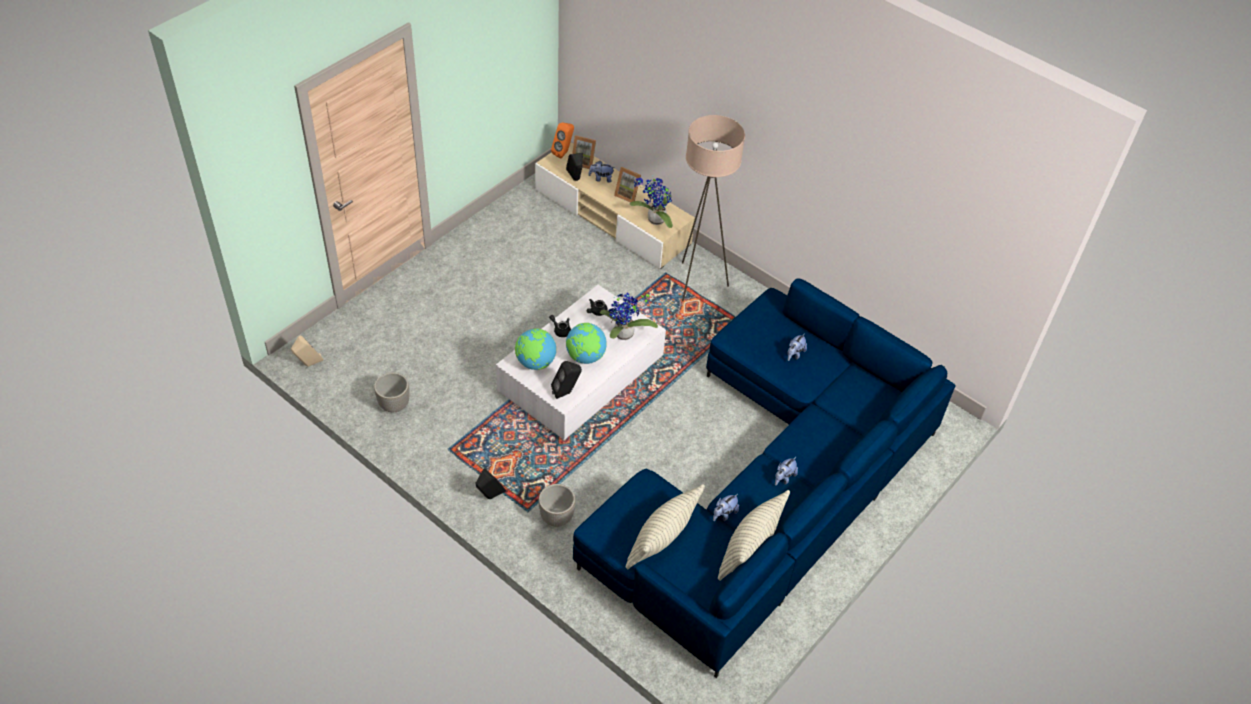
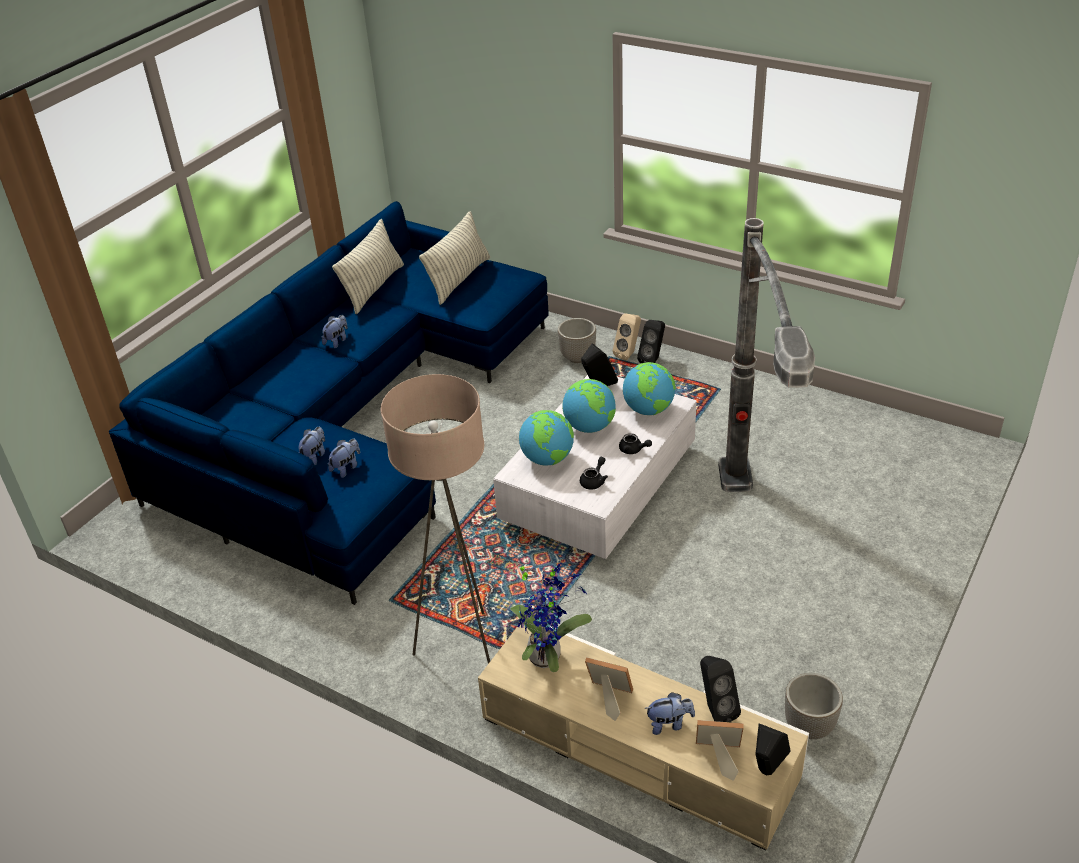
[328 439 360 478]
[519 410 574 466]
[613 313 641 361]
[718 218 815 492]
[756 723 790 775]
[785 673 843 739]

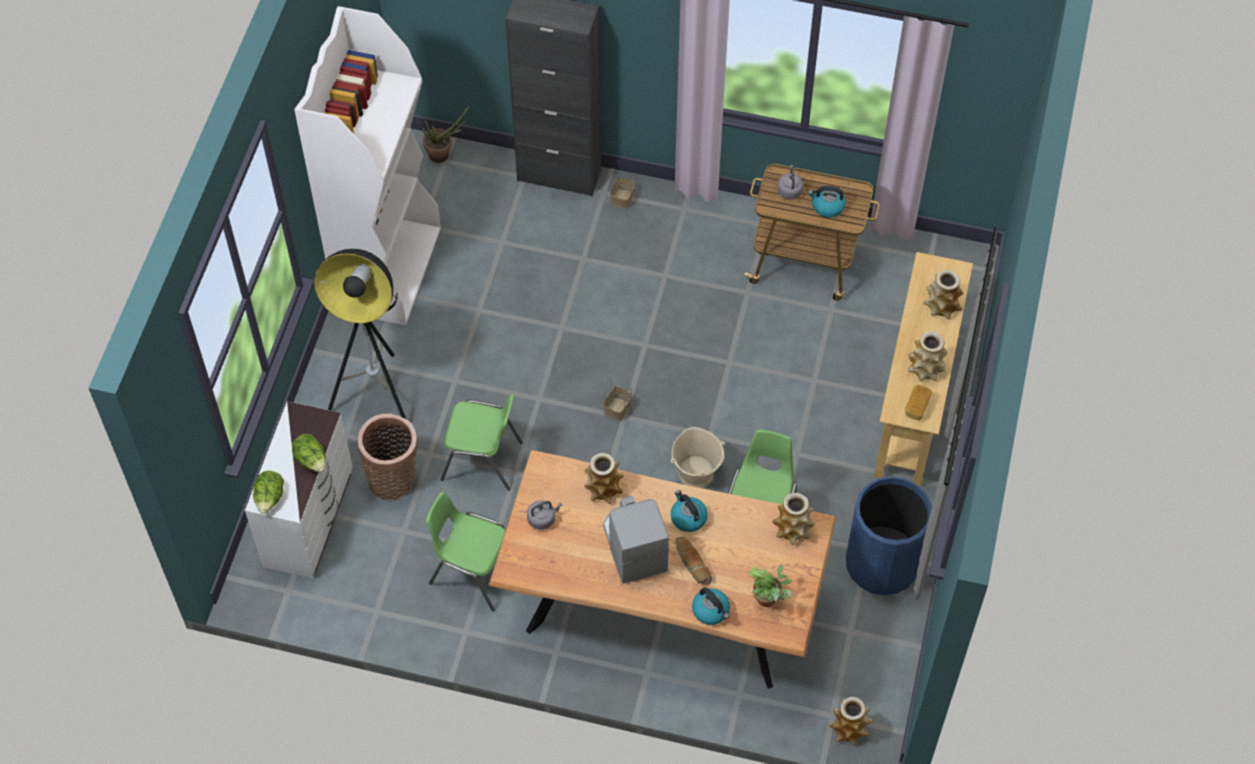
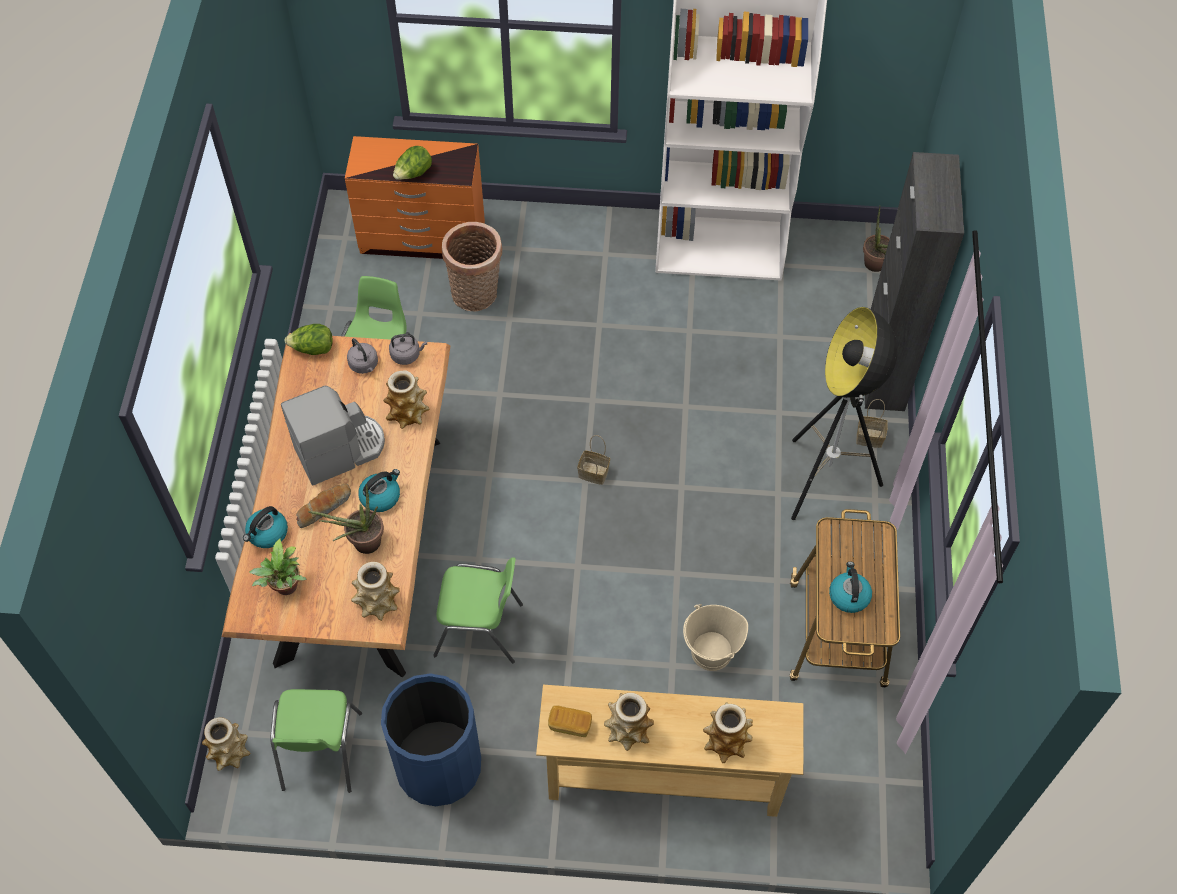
[270 689 362 793]
[284 324 333 355]
[308 484 384 554]
[345 136 485 259]
[389 334 427 365]
[683 604 748 671]
[791 307 898 520]

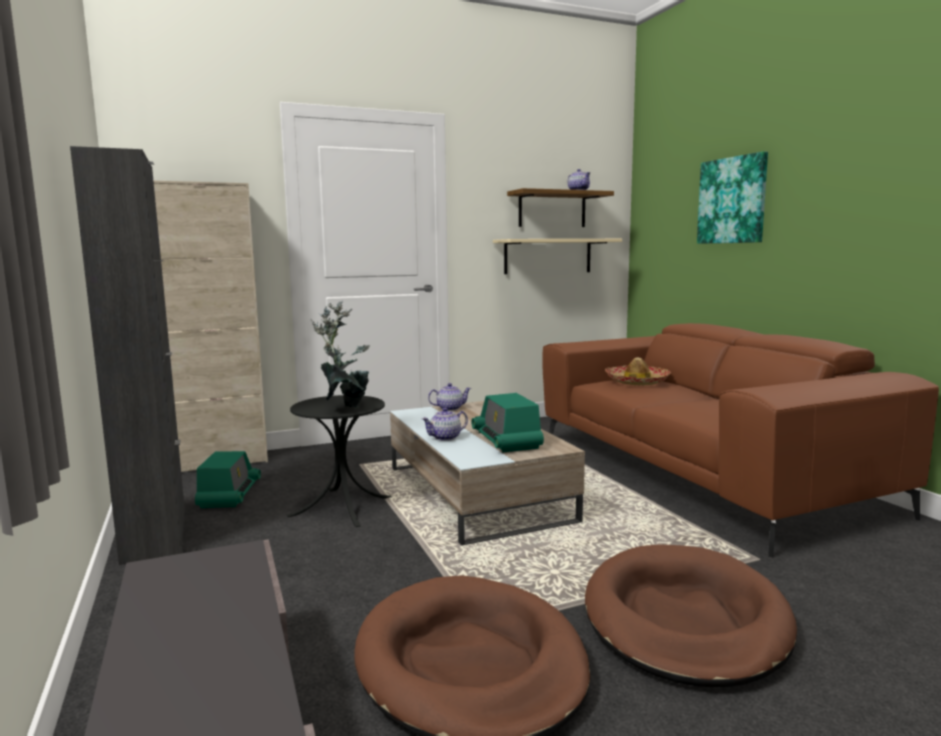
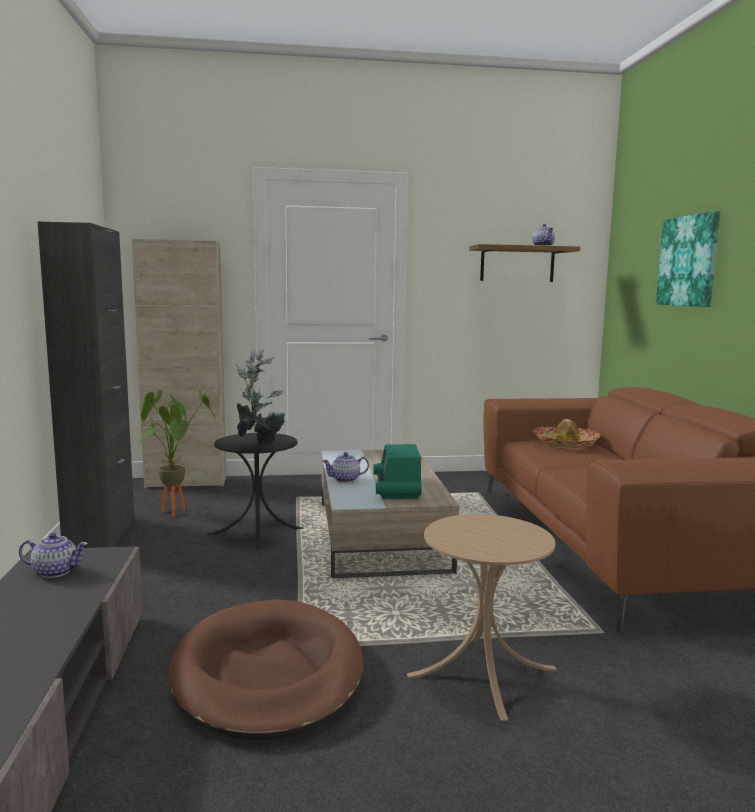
[19 533 88 578]
[137 390 215 517]
[407 514 557 721]
[493 239 622 274] (first image)

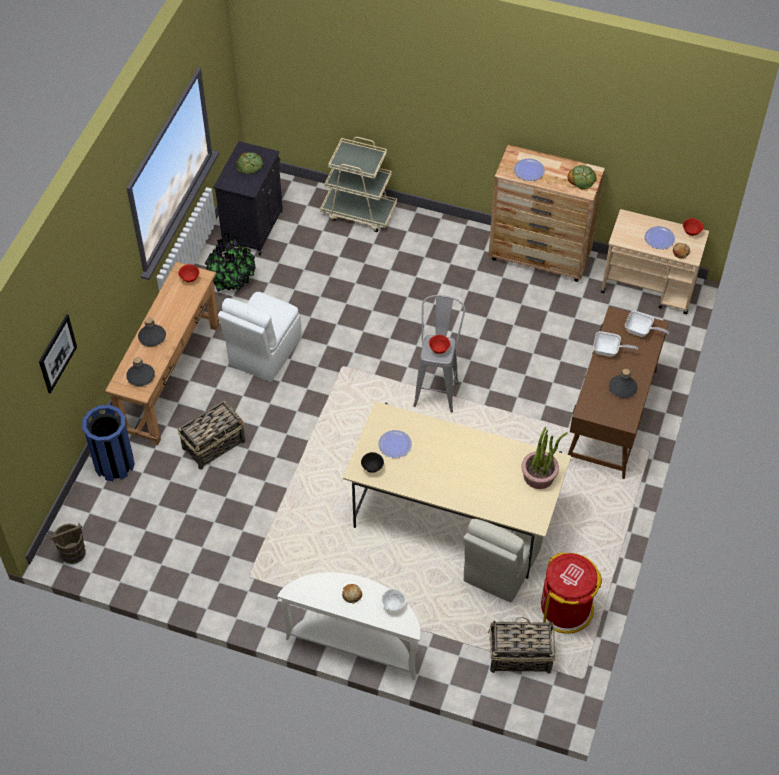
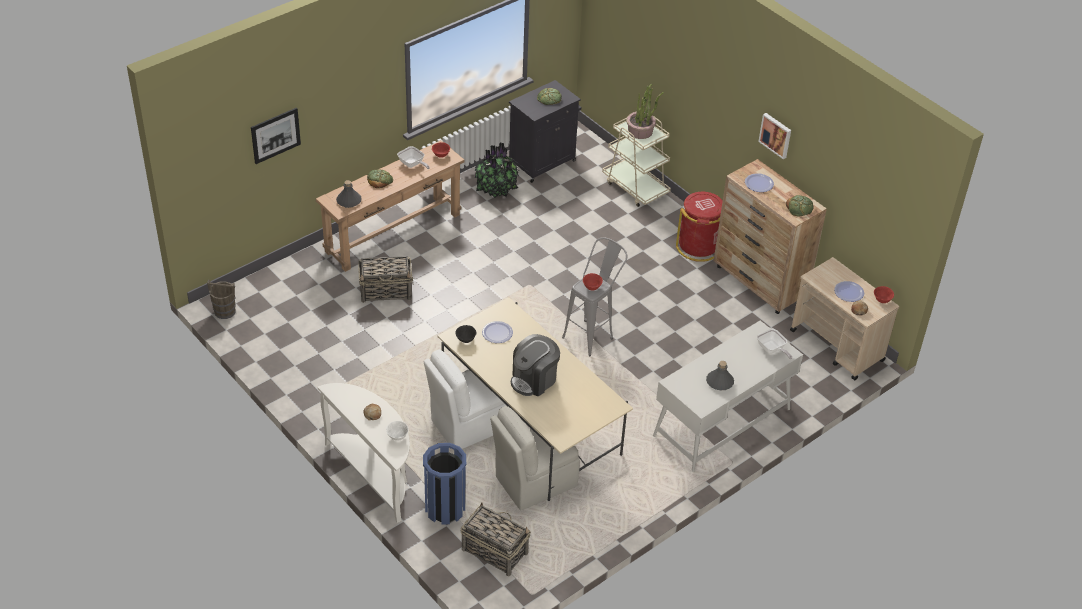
[367 169 393 188]
[397 146 430 169]
[423 443 466 525]
[424 350 507 450]
[511 334 560 396]
[626 84 664 139]
[653 321 803 472]
[676 192 723 262]
[758 113 791 159]

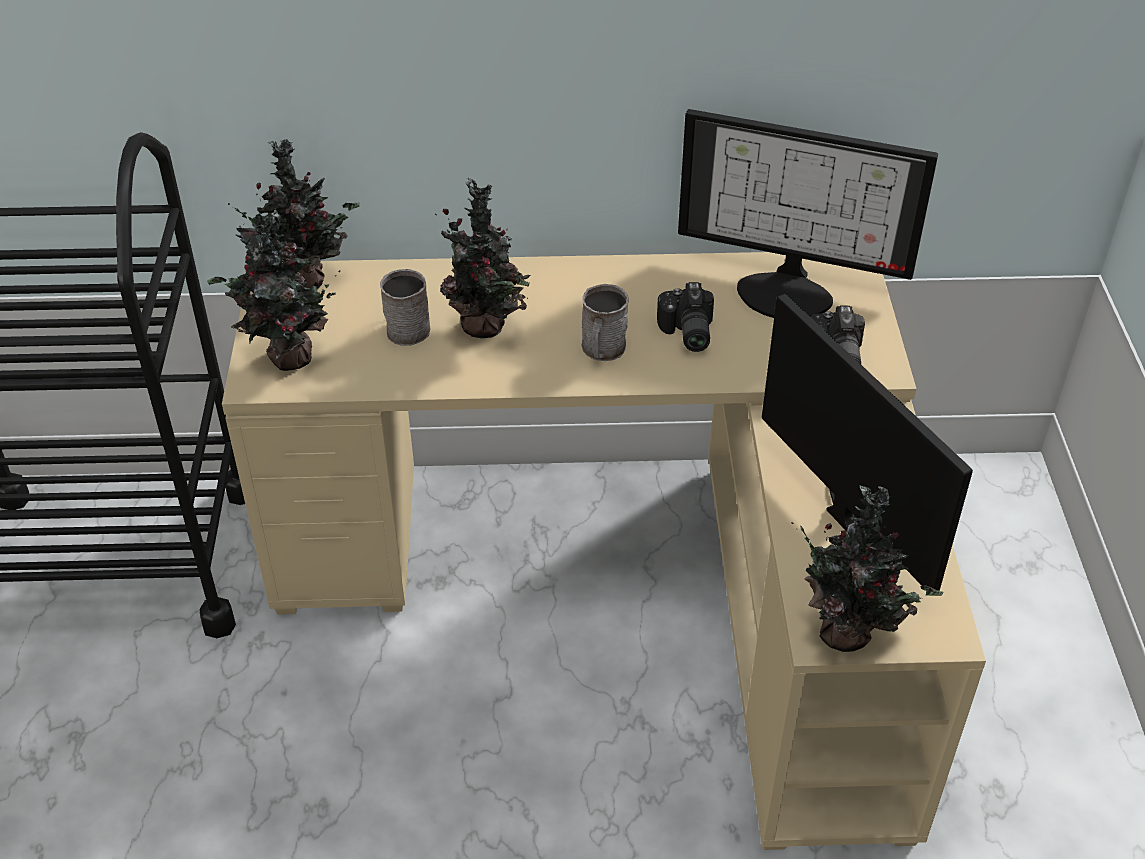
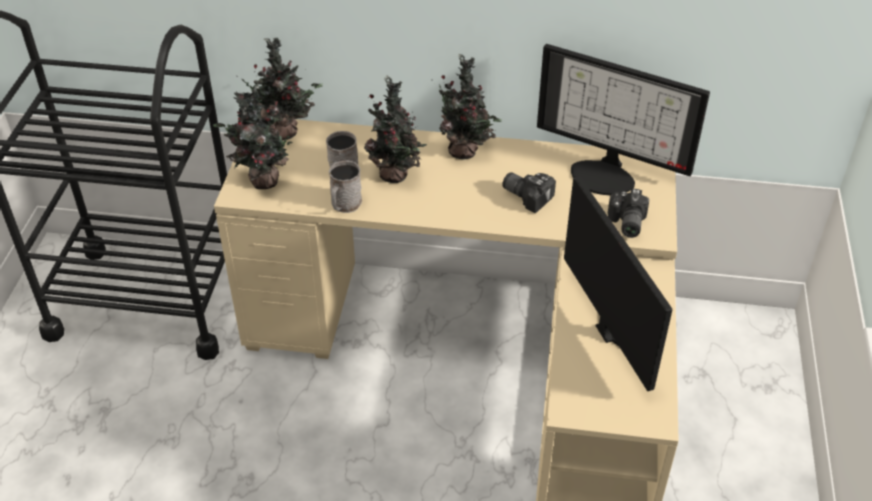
[329 161 362 213]
[439 54 502 160]
[502 172 556 213]

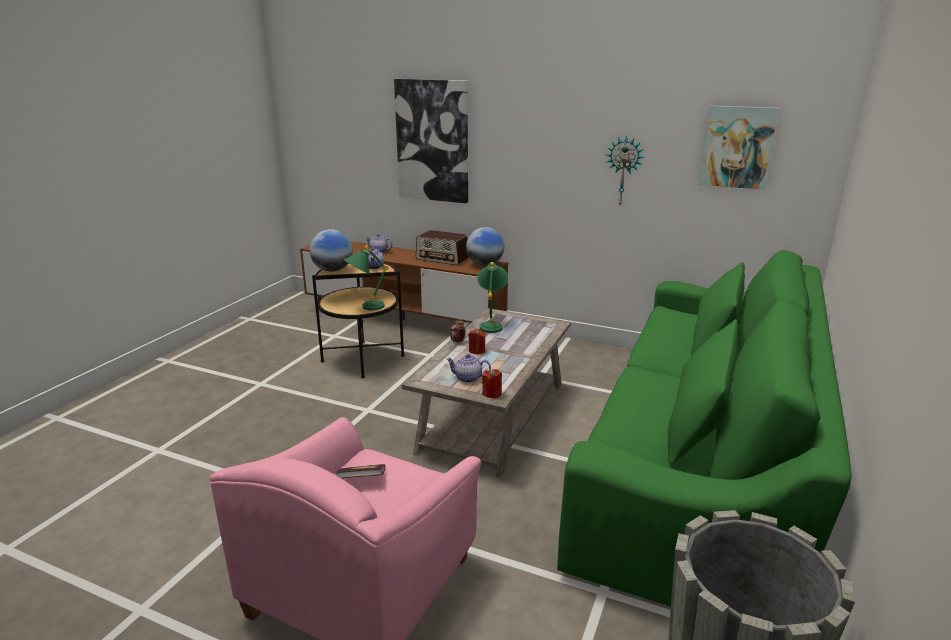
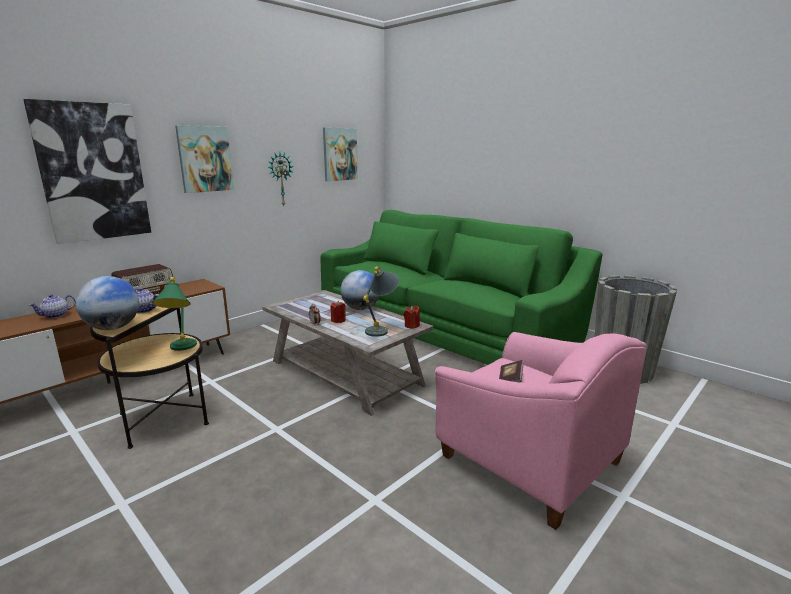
[175 125 234 193]
[340 270 379 310]
[363 267 399 337]
[477 262 508 333] (first image)

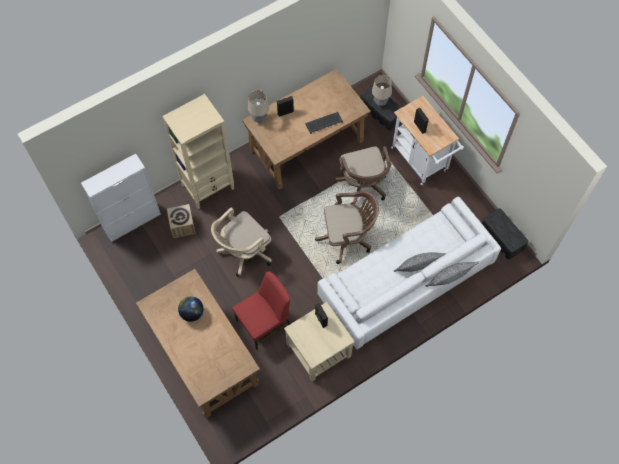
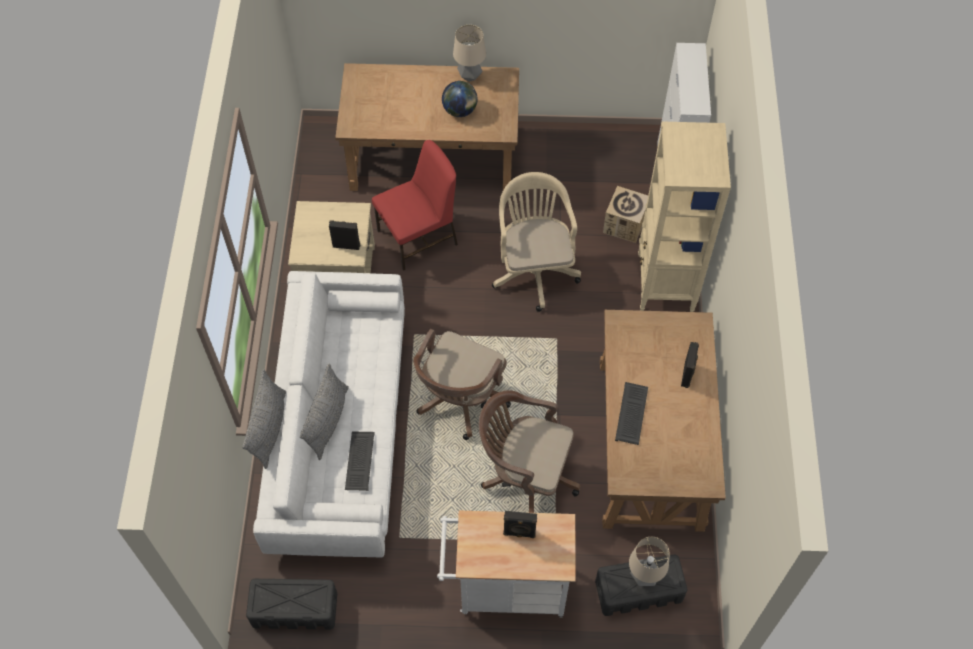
[345 432 375 491]
[372 140 458 271]
[453 25 486 82]

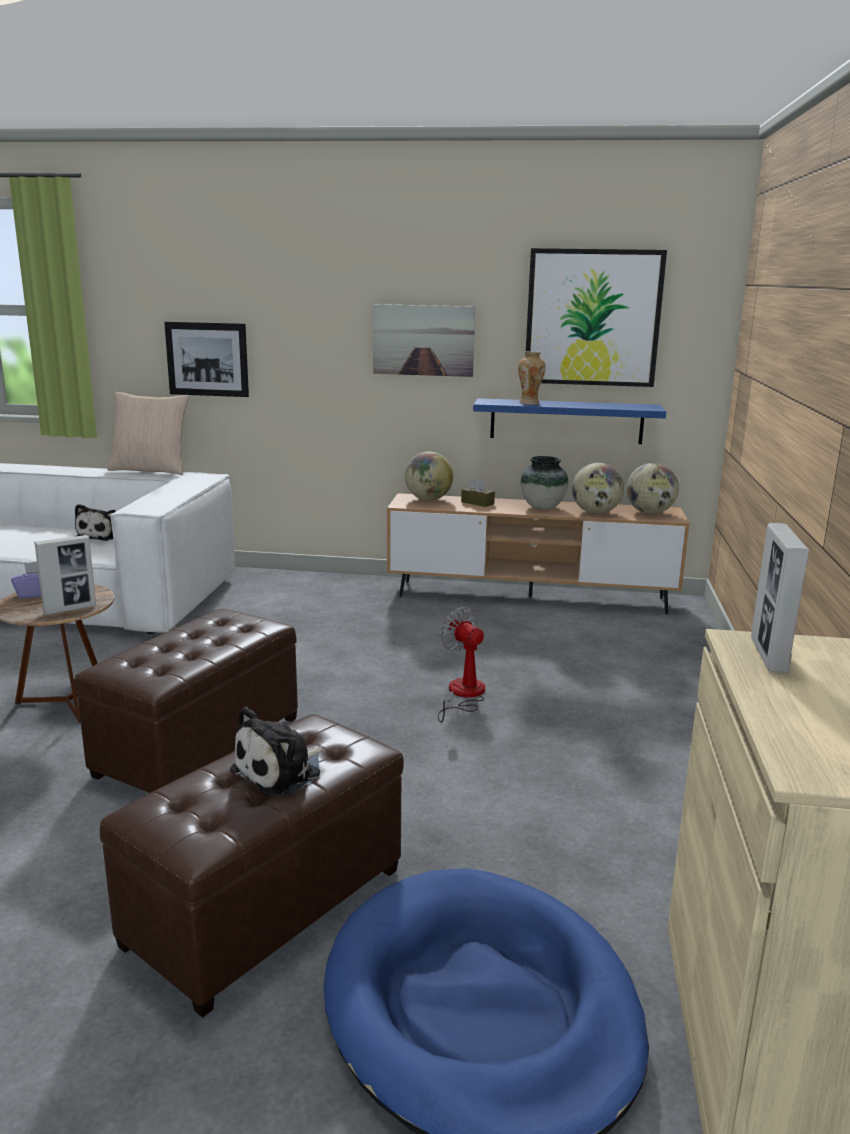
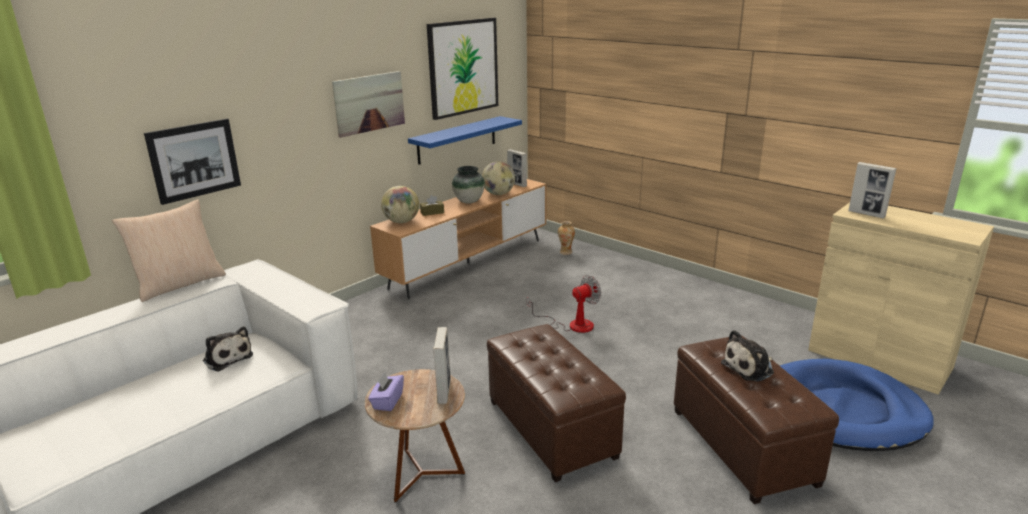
[507 149 527 187]
[527 275 601 333]
[558 221 575 255]
[721 330 774 382]

